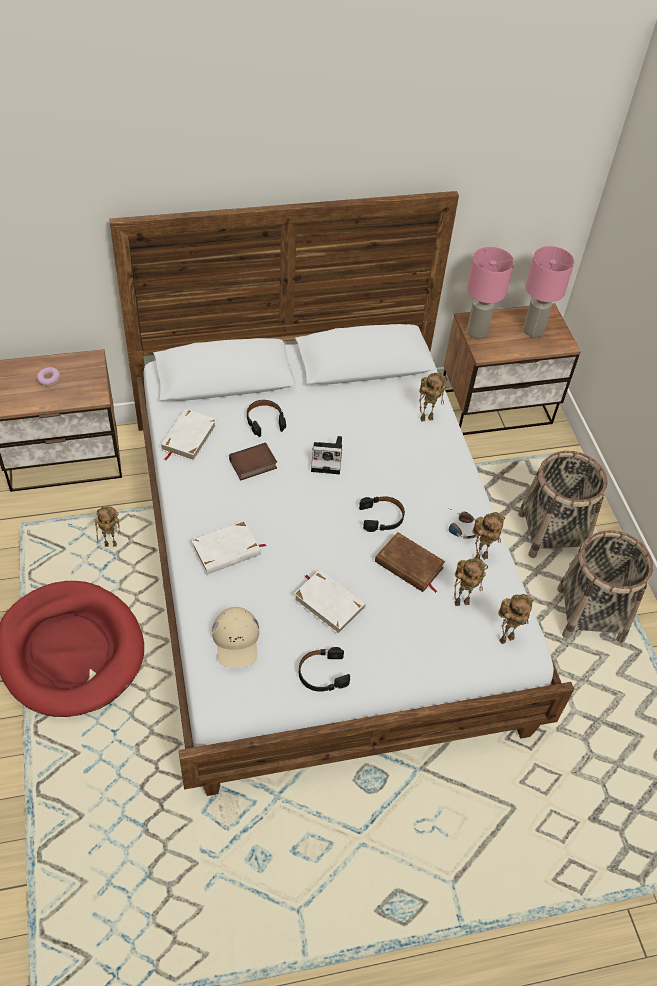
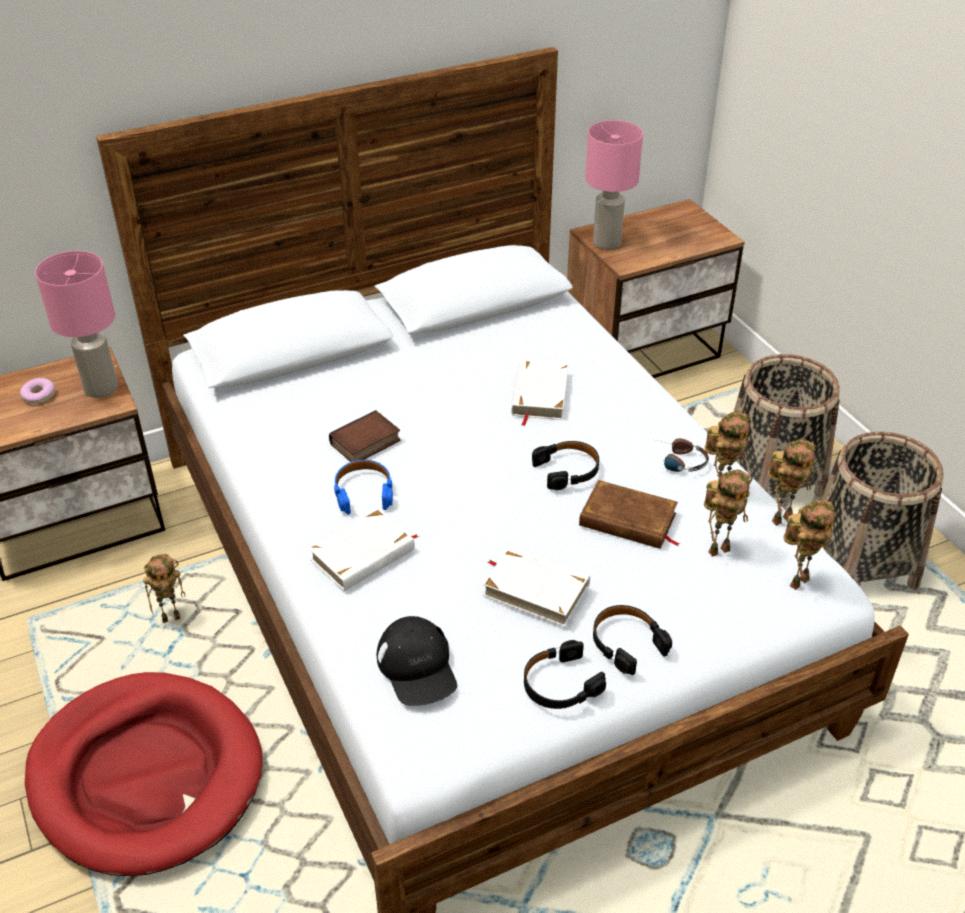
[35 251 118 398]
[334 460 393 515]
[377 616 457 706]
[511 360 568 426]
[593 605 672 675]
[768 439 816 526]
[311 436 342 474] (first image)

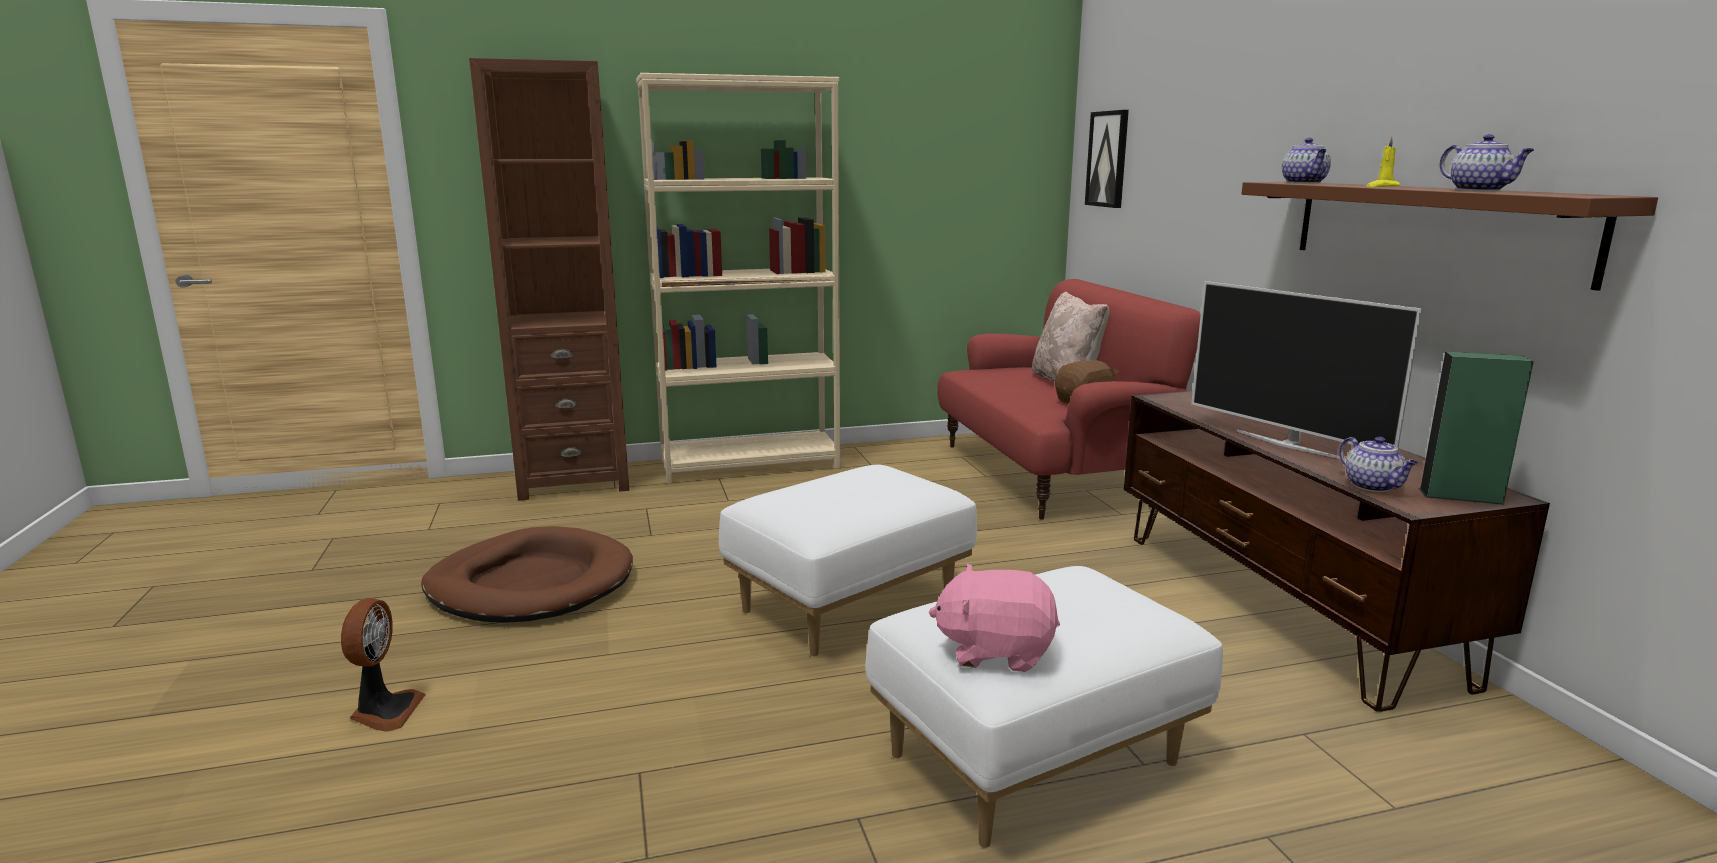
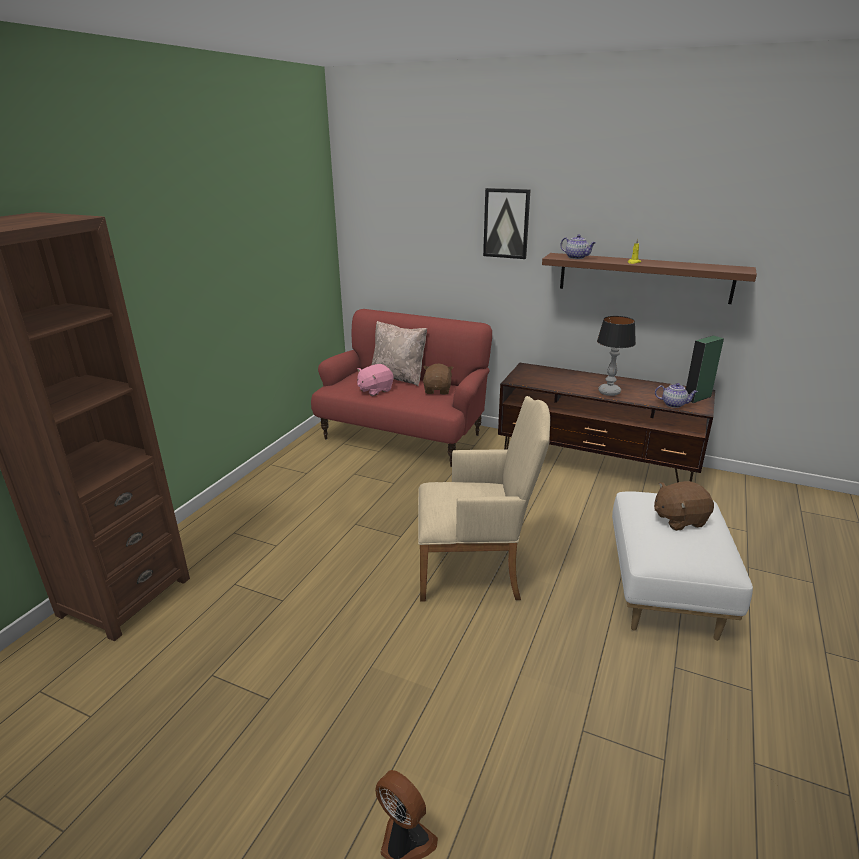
[357 364 393 396]
[418 396 550 602]
[483 188 531 259]
[597 316 636 396]
[654 481 714 531]
[421 526 633 623] (first image)
[636 73 840 484] (first image)
[1440 134 1535 191] (first image)

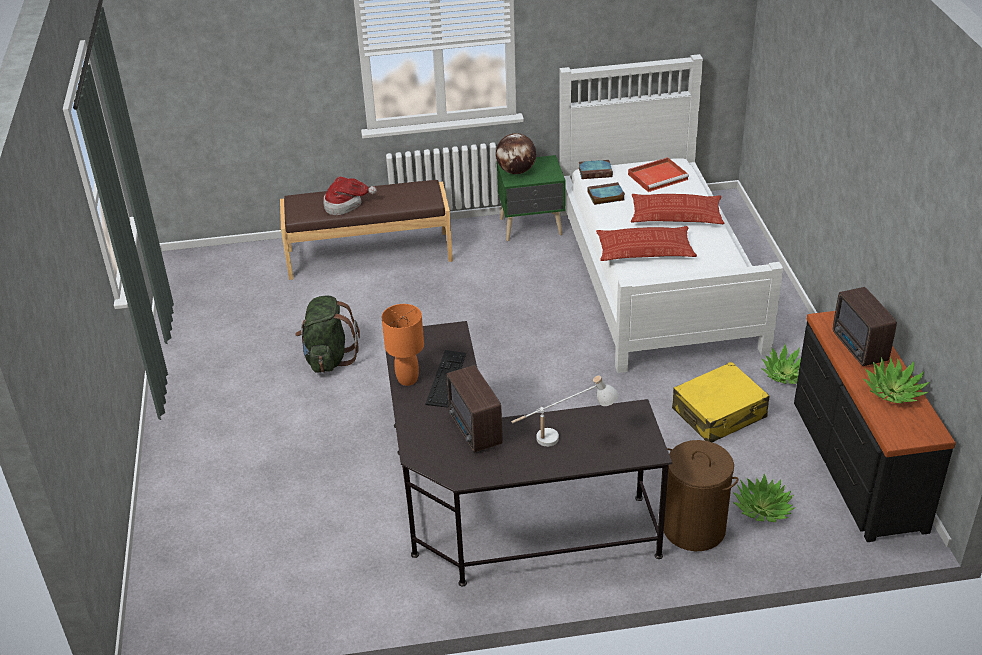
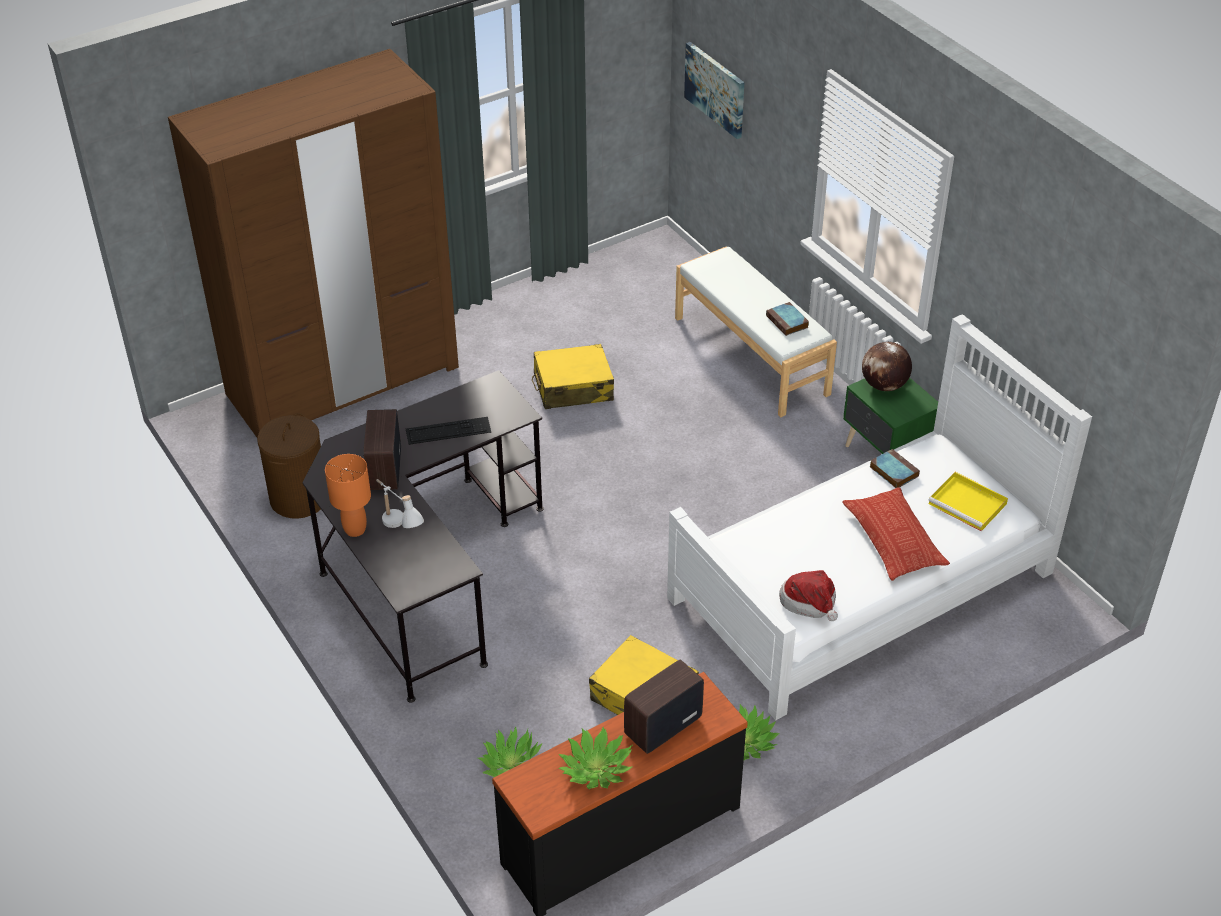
[168 49 459 437]
[257 413 321 519]
[325 454 371 537]
[363 409 401 490]
[532 344 614 409]
[675 246 837 418]
[684 42 745 139]
[766 302 809 336]
[779 570 838 621]
[928 472 1008 531]
[596 226 697 261] (first image)

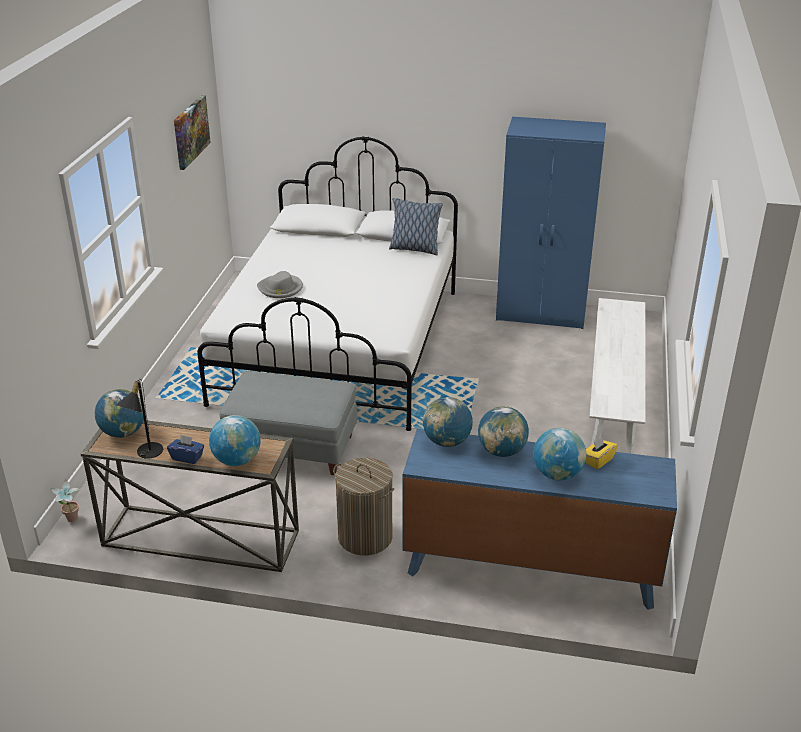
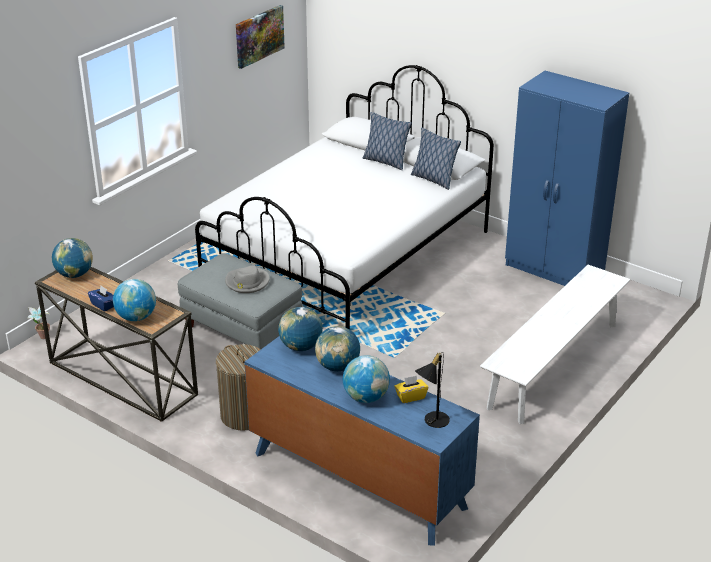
[225 266 270 293]
[363 112 412 170]
[415 352 450 428]

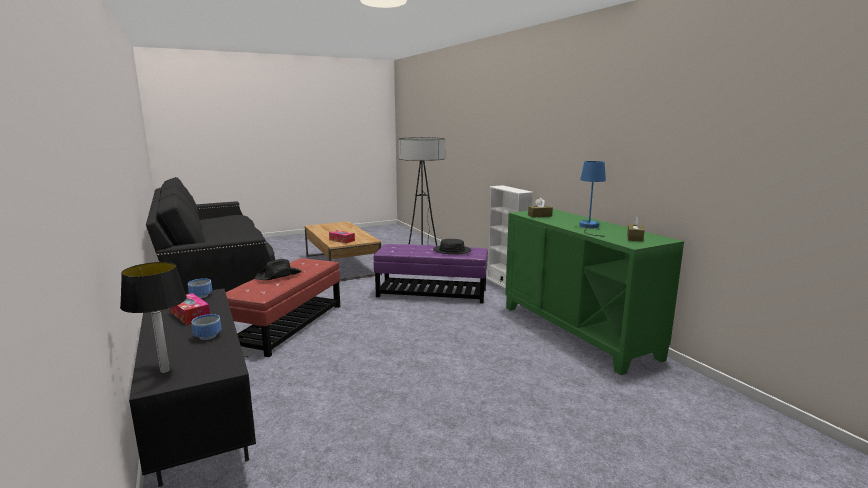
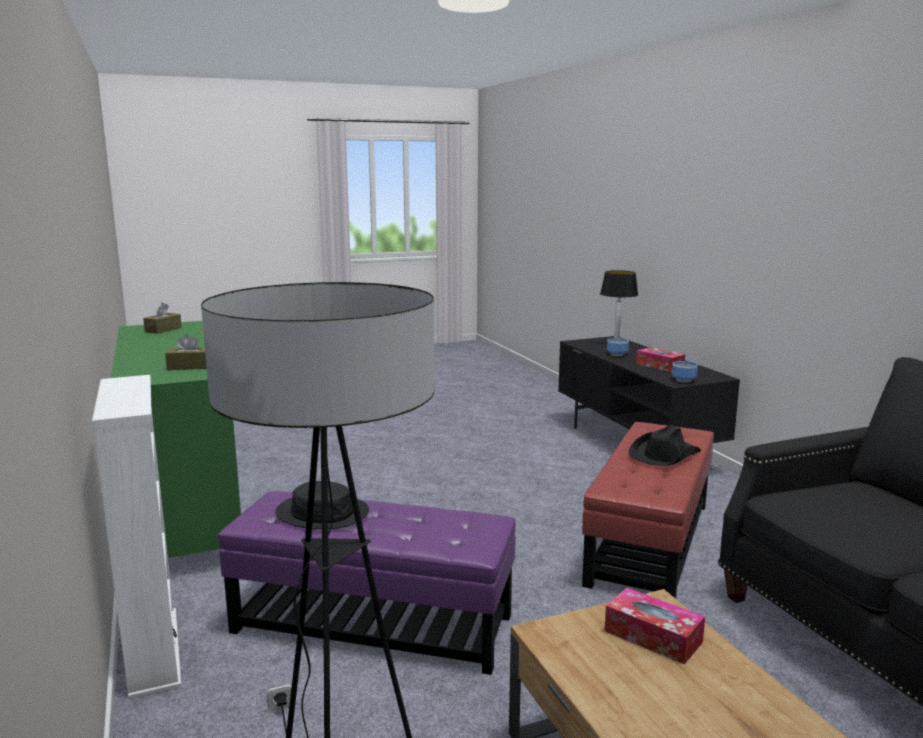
[579 161 606 237] (first image)

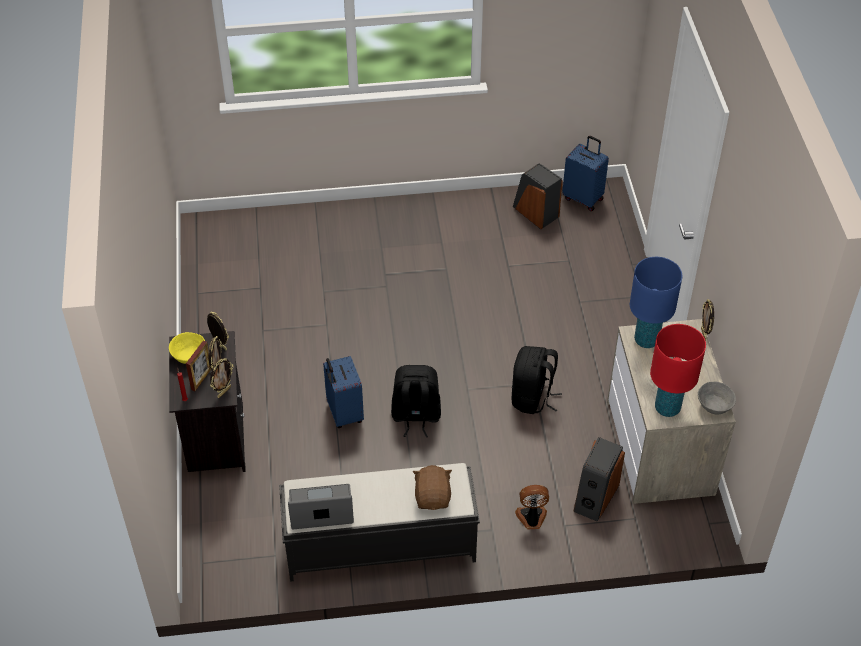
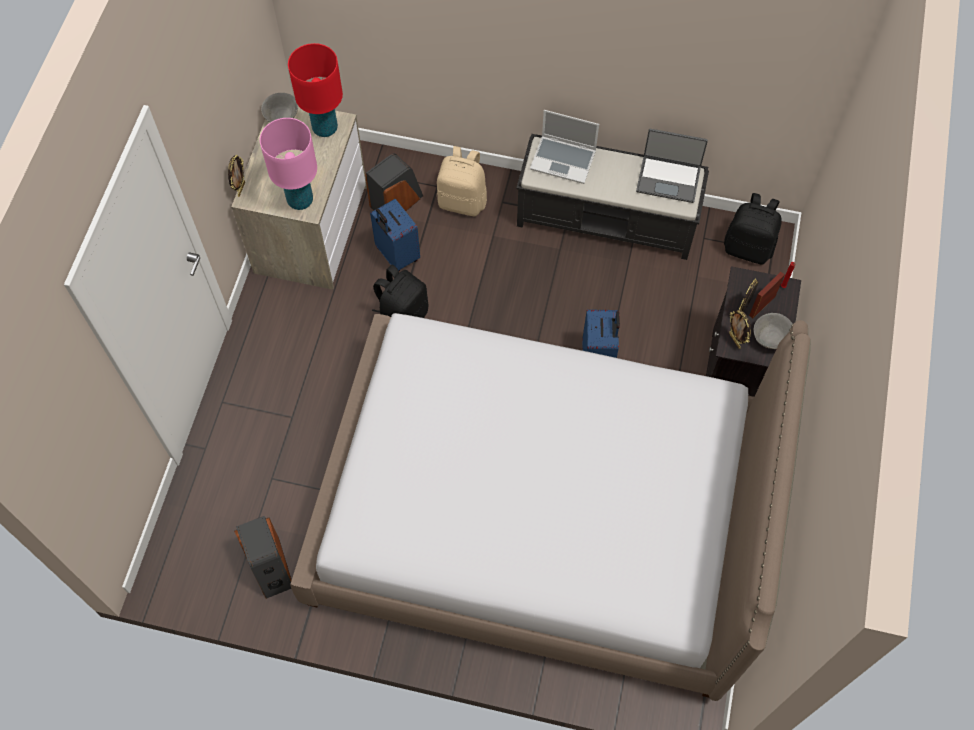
[260 118 317 210]
[291 313 811 701]
[370 199 420 271]
[437 146 487 216]
[530 110 599 184]
[724 193 782 265]
[754 313 792 349]
[210 358 234 398] (first image)

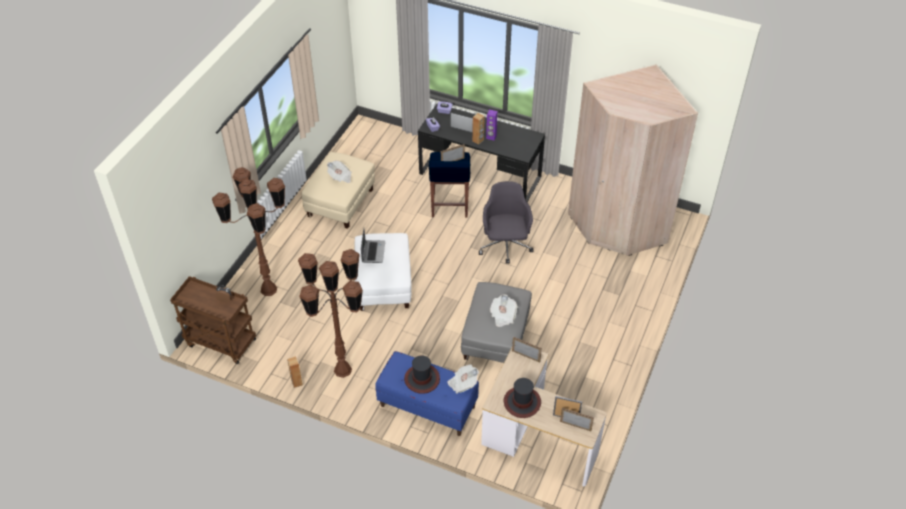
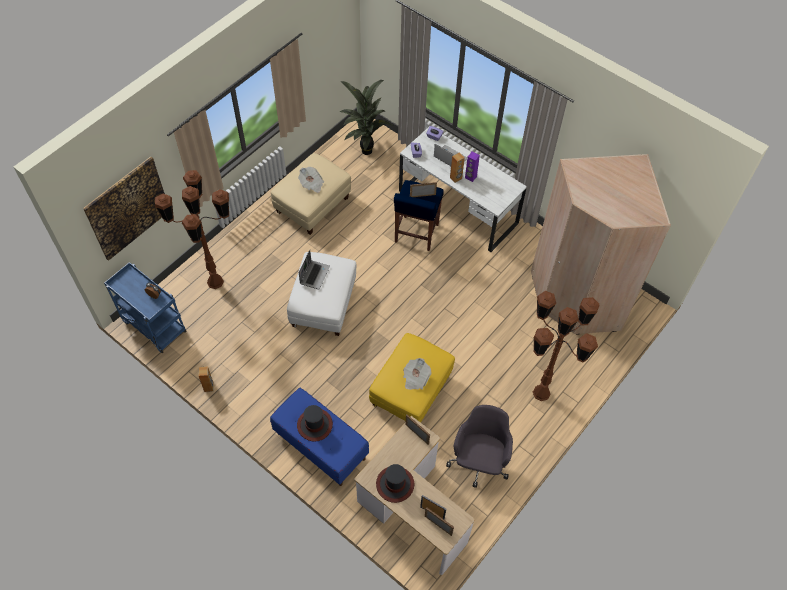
[83 157 165 261]
[104 262 187 353]
[340 80 393 155]
[369 333 455 423]
[399 126 527 252]
[446 405 513 488]
[533 291 600 401]
[448 364 479 394] (first image)

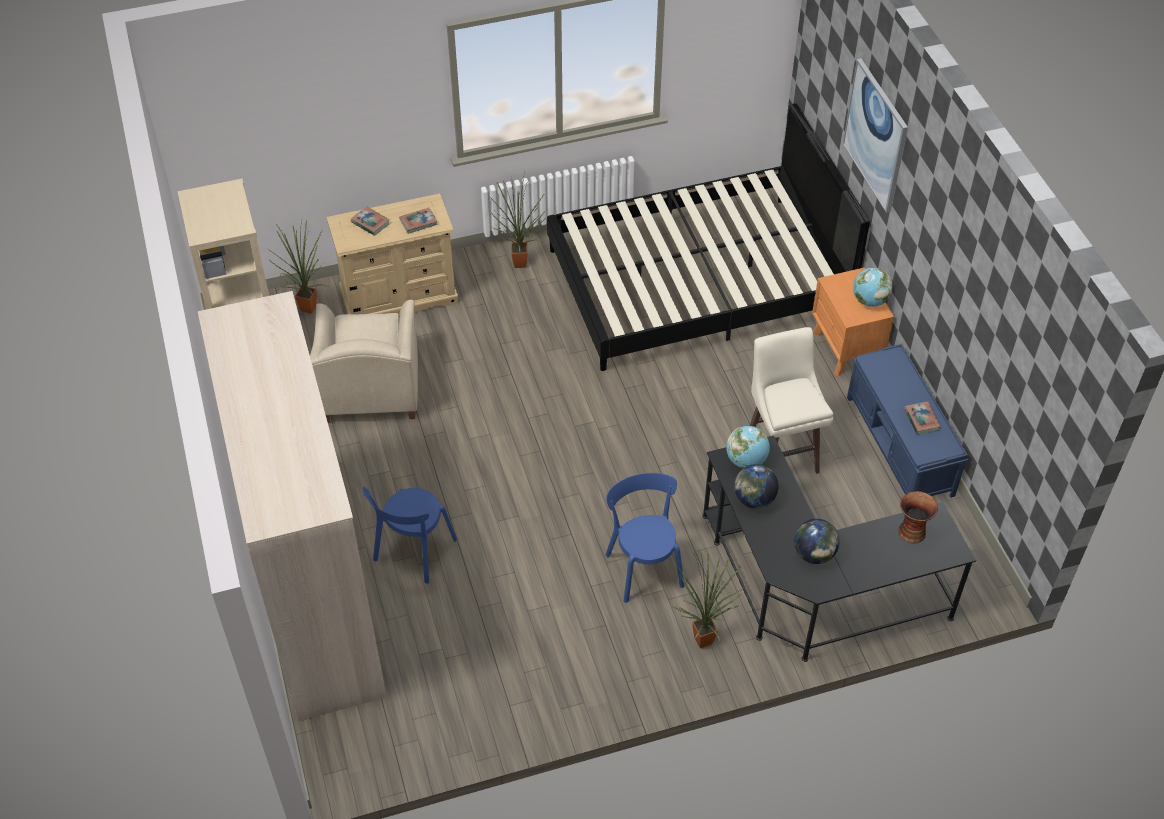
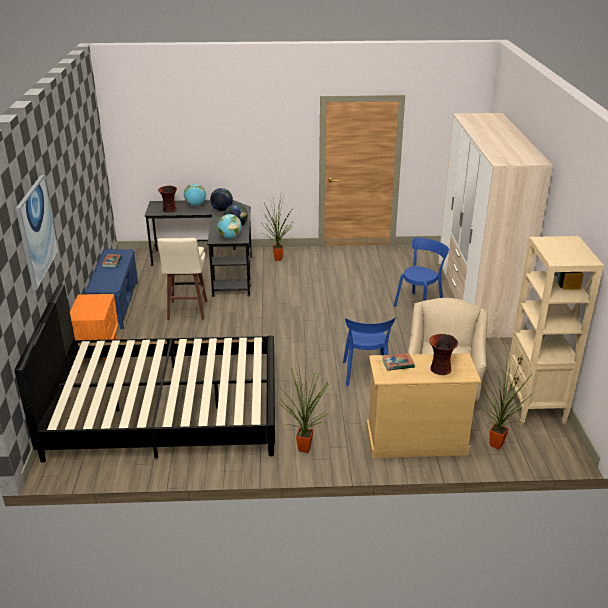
[184 183 206 206]
[343 317 396 386]
[429 334 458 375]

